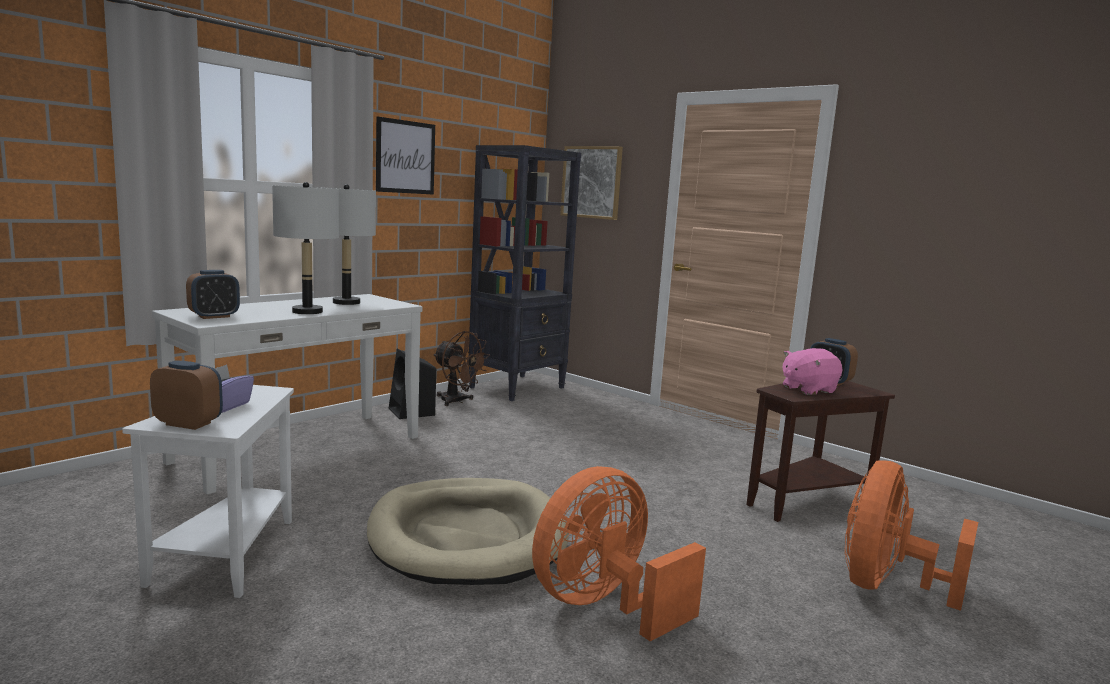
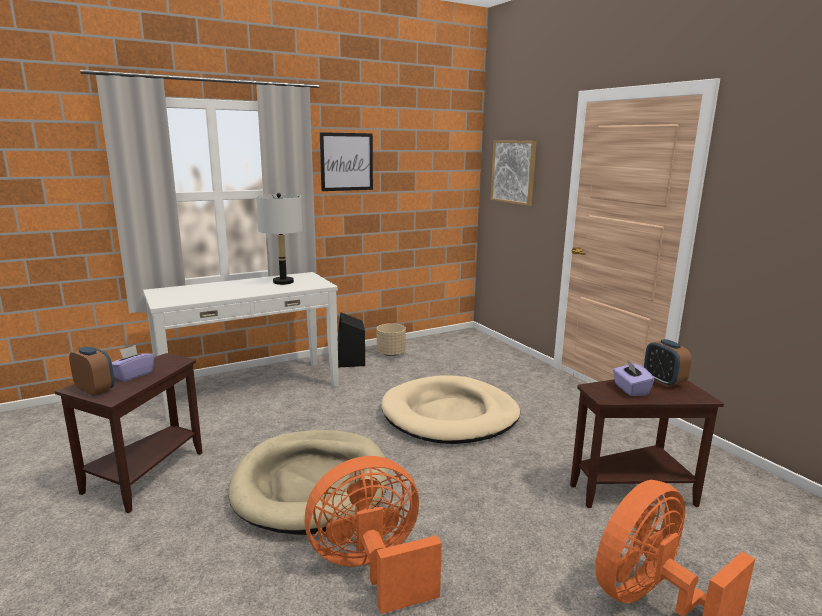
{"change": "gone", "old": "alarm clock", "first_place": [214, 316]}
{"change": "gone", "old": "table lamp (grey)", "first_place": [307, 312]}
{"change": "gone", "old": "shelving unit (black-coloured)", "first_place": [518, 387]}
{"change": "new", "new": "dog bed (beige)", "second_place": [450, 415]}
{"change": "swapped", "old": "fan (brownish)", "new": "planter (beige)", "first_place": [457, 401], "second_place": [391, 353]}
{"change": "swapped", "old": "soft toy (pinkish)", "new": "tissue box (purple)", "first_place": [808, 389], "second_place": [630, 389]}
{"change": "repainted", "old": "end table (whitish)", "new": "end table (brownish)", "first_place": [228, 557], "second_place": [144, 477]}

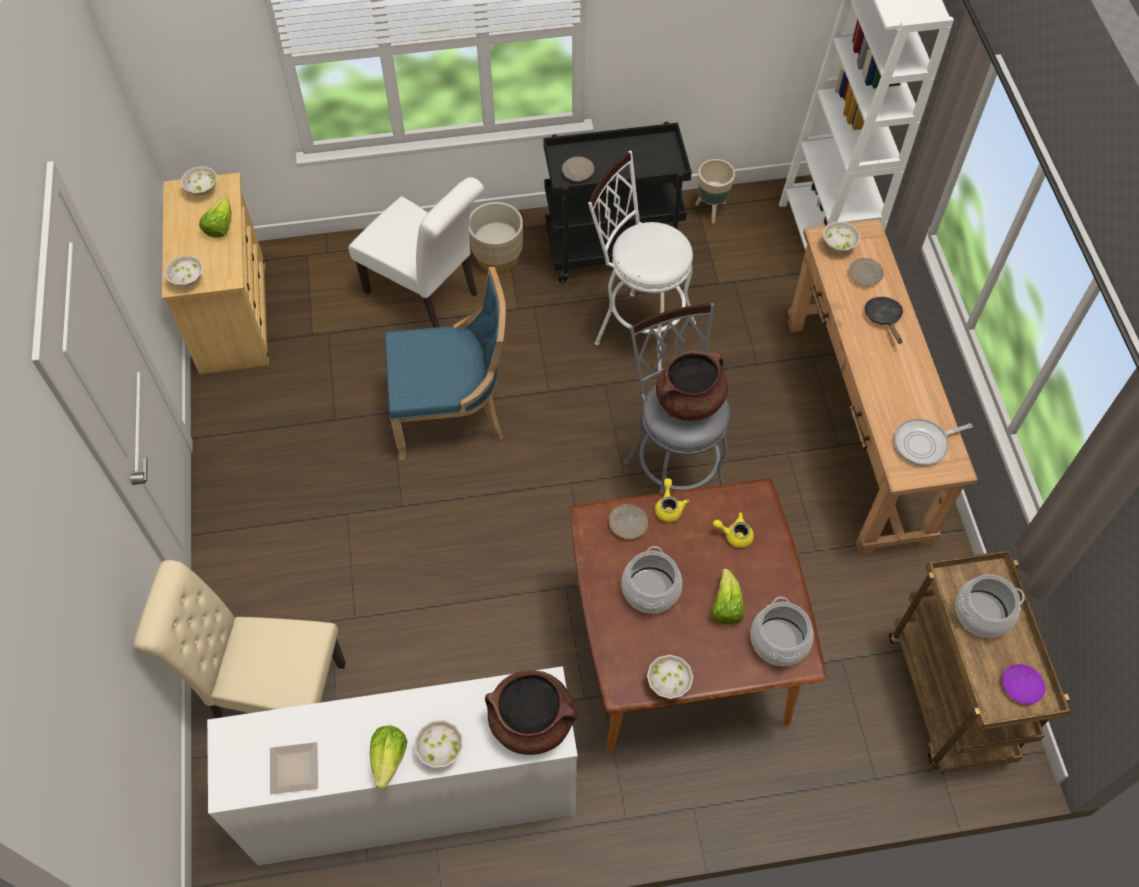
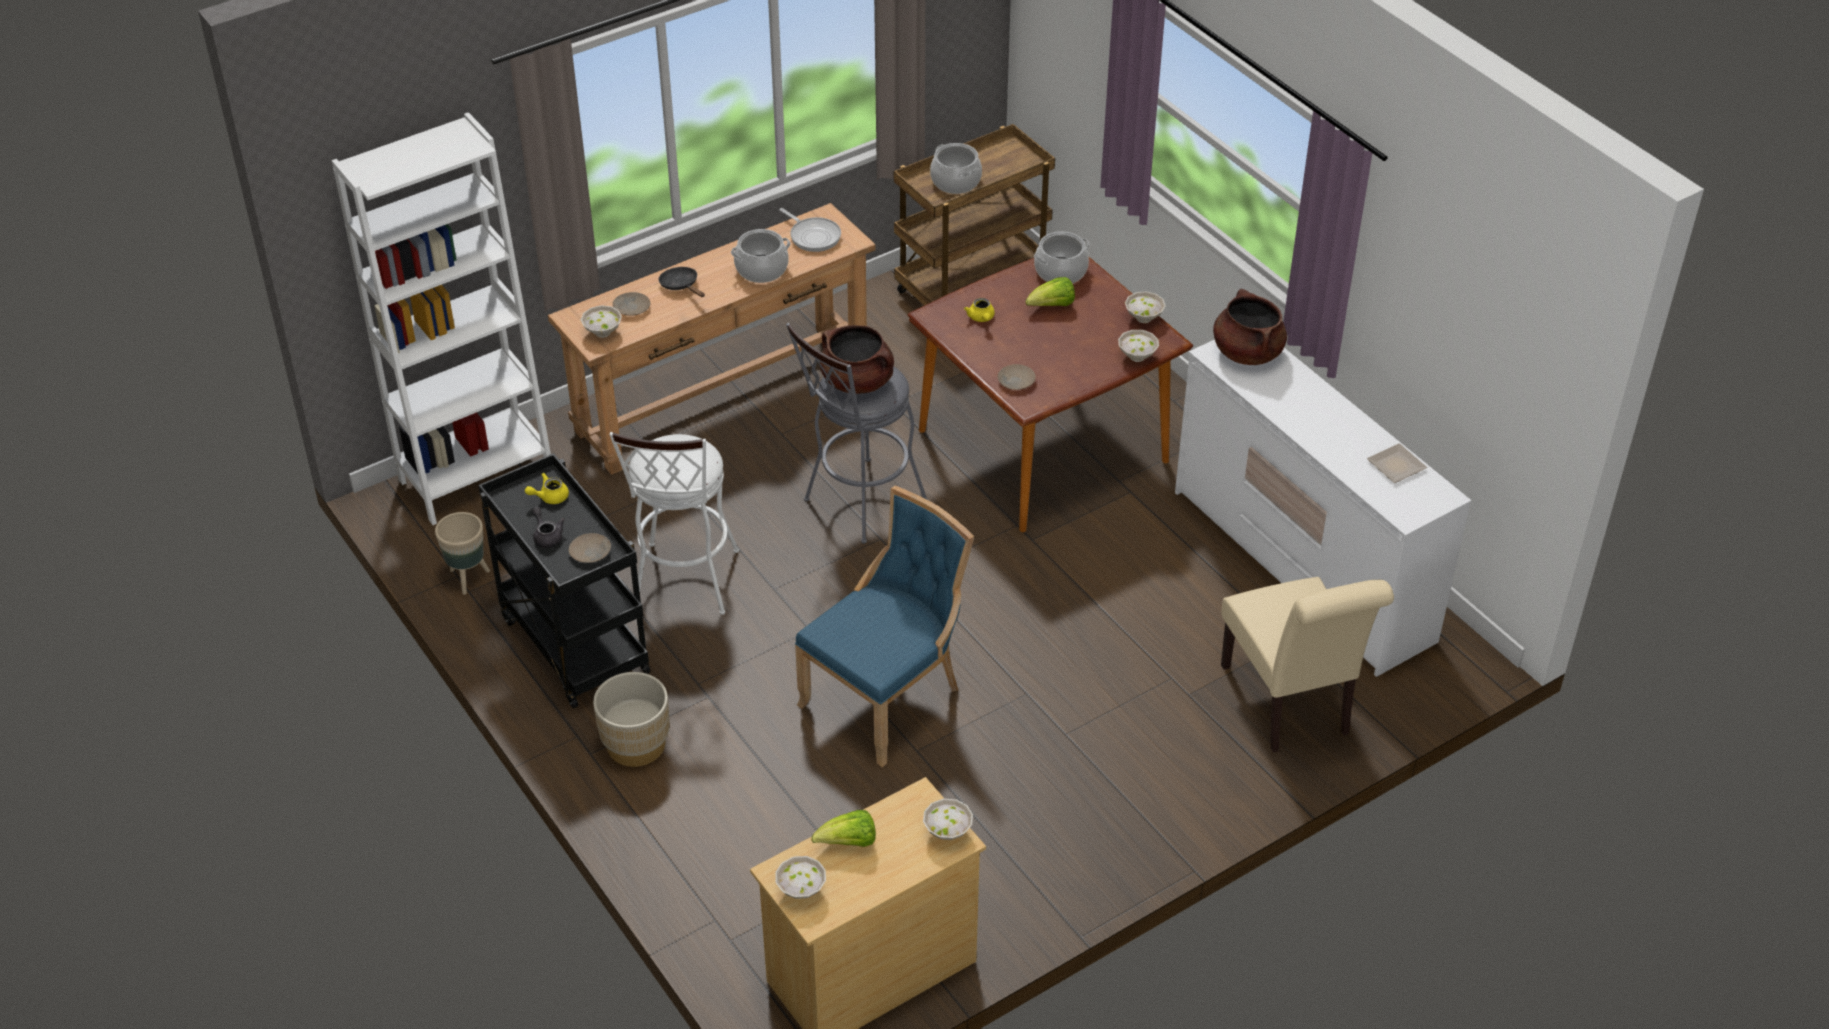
{"change": "gone", "old": "chair (whitish)", "first_place": [427, 295]}
{"change": "gone", "old": "lettuce", "first_place": [389, 759]}
{"change": "gone", "old": "dinner plate (purple)", "first_place": [1021, 685]}
{"change": "new", "new": "pot for tea (grey)", "second_place": [547, 536]}
{"change": "shifted", "old": "deep dish (whitish)", "first_place": [439, 750], "second_place": [1137, 357]}
{"change": "shifted", "old": "stockpot", "first_place": [650, 589], "second_place": [761, 269]}
{"change": "shifted", "old": "pot for tea (yellow-coloured)", "first_place": [668, 507], "second_place": [549, 497]}
{"change": "rotated", "old": "chair (blue)", "first_place": [453, 414], "second_place": [887, 697], "degrees": 75}
{"change": "rotated", "old": "frying pan (black-coloured)", "first_place": [883, 318], "second_place": [681, 286], "degrees": 90}

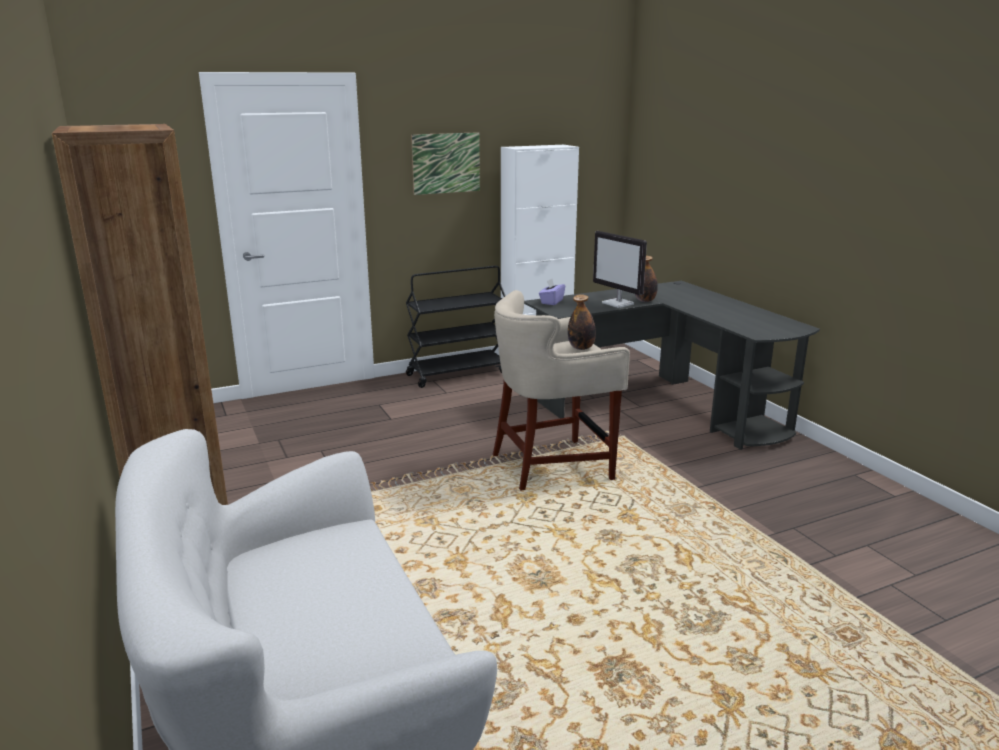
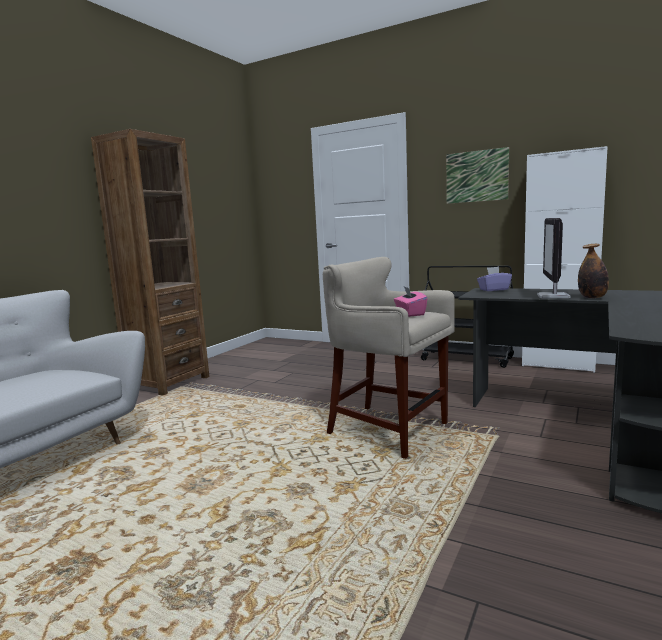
{"change": "swapped", "old": "beverage bottle", "new": "tissue box (pinkish)", "first_place": [581, 348], "second_place": [410, 314]}

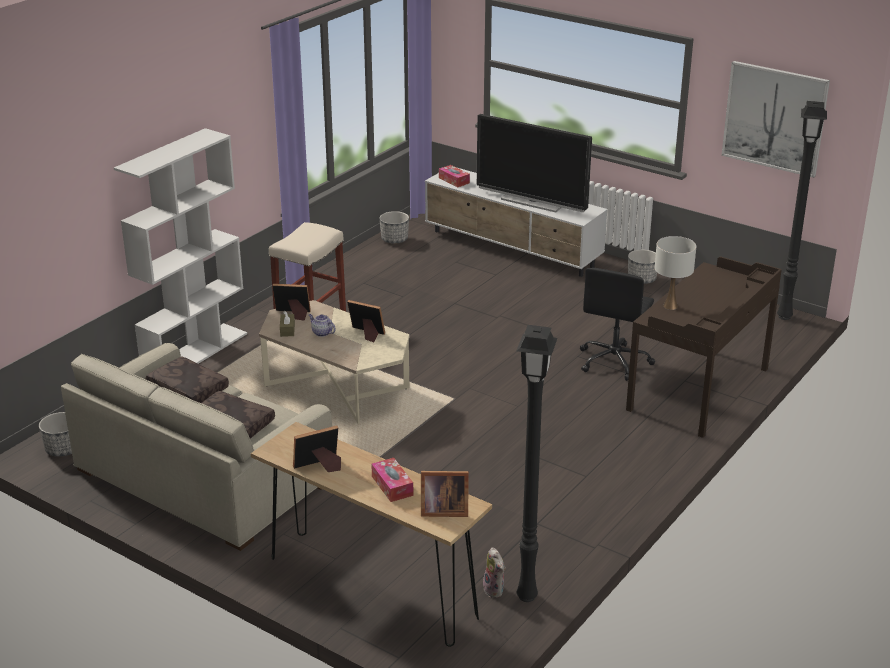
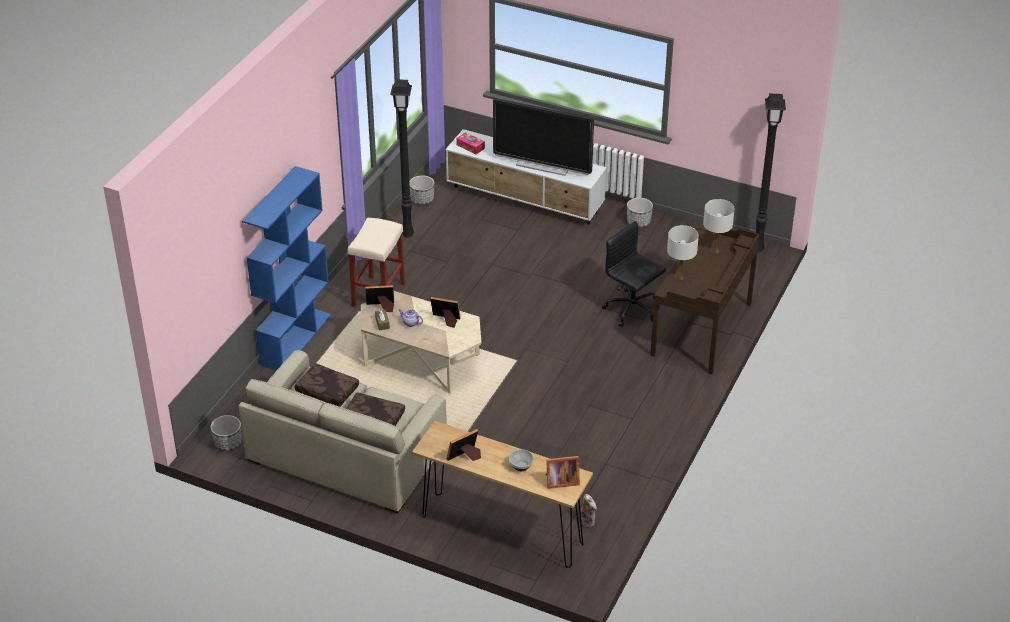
{"change": "gone", "old": "wall picture", "first_place": [774, 118]}
{"change": "new", "new": "table lamp (whitish)", "second_place": [715, 249]}
{"change": "shifted", "old": "floor lamp (black-coloured)", "first_place": [525, 597], "second_place": [407, 235]}
{"change": "swapped", "old": "tissue box", "new": "deep dish", "first_place": [392, 486], "second_place": [520, 466]}
{"change": "repainted", "old": "shelving unit (whitish)", "new": "shelving unit (blue)", "first_place": [195, 352], "second_place": [295, 339]}
{"change": "rotated", "old": "computer chair (black-coloured)", "first_place": [614, 361], "second_place": [633, 309], "degrees": 120}

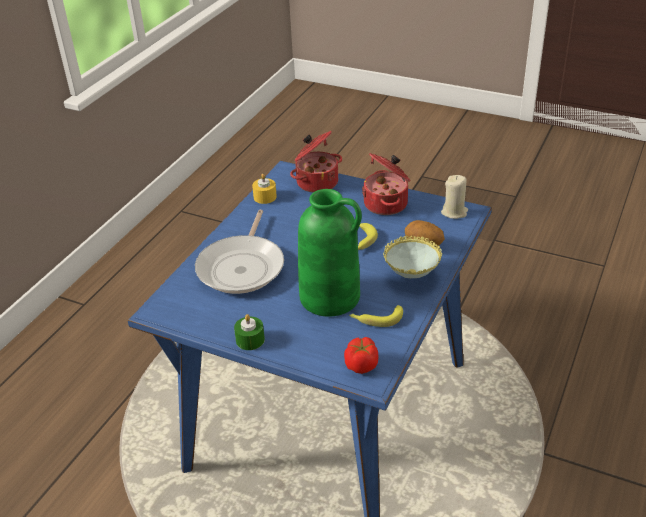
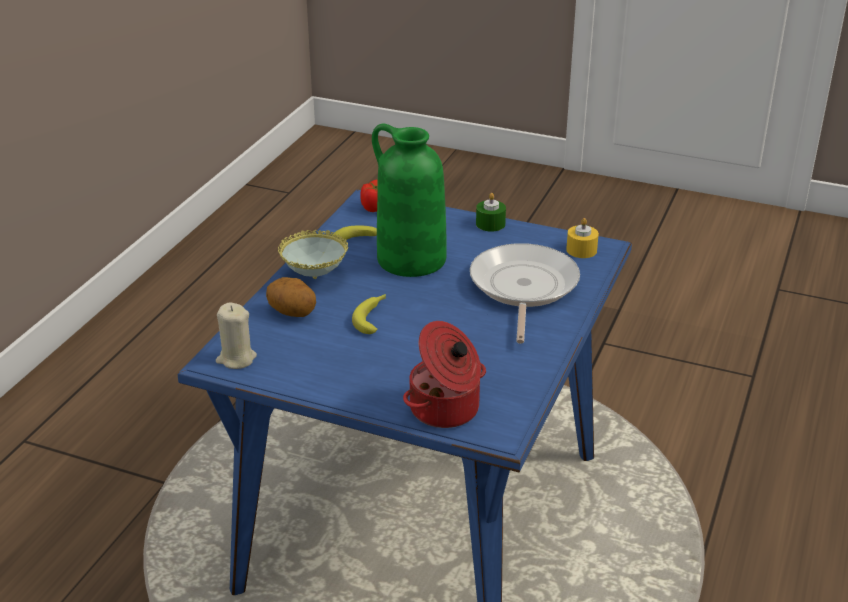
{"change": "gone", "old": "stockpot", "first_place": [387, 204]}
{"change": "shifted", "old": "wax candle (yellow-coloured)", "first_place": [265, 197], "second_place": [581, 250]}

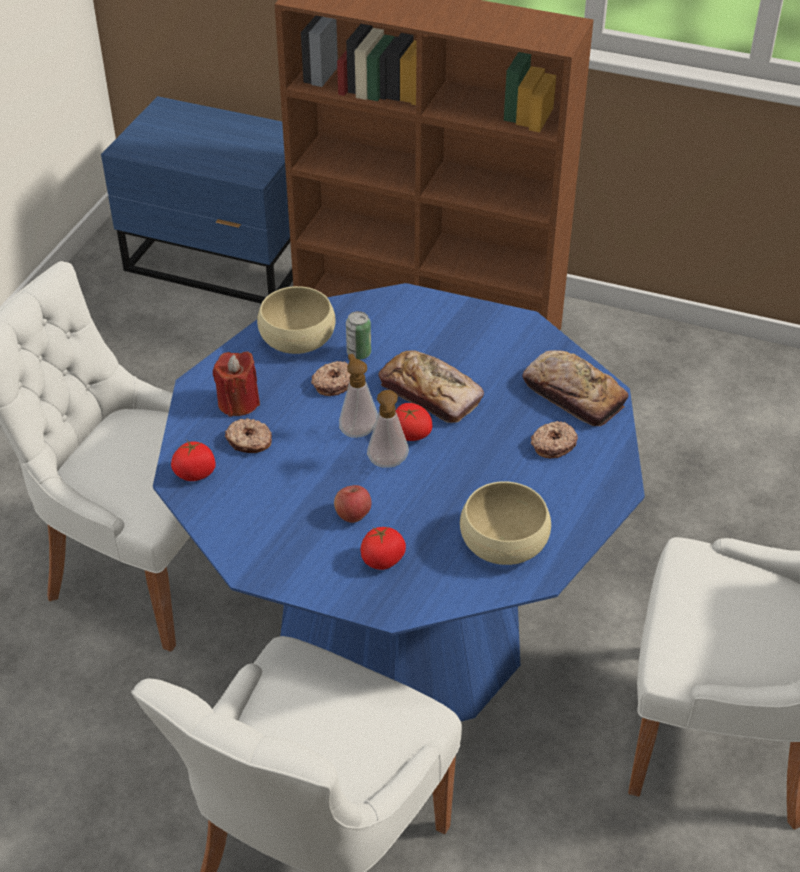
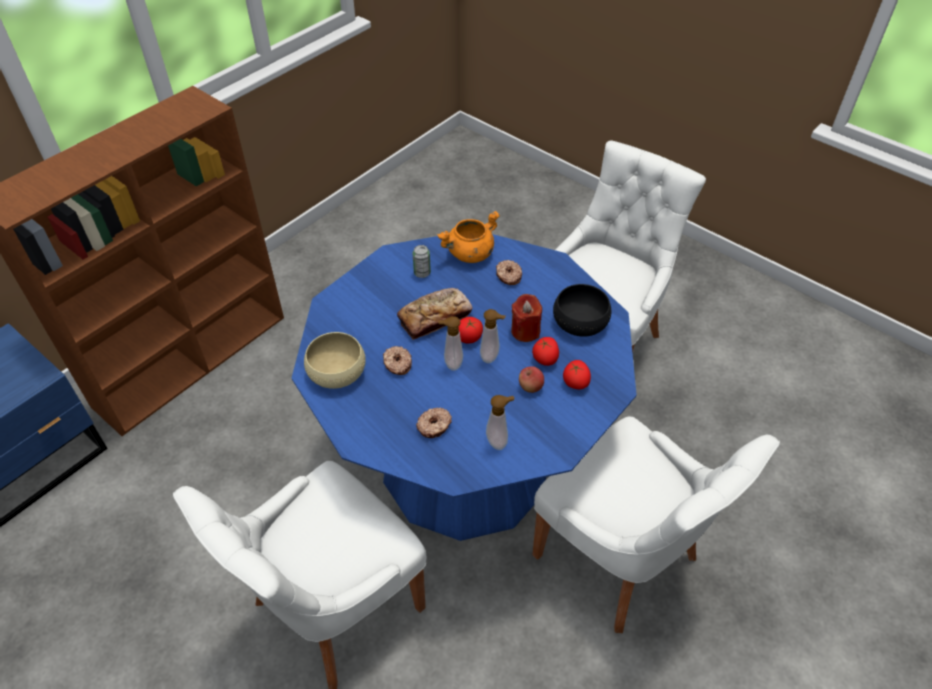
{"change": "new", "new": "soap dispenser", "second_place": [498, 441]}
{"change": "shifted", "old": "fresh tomato", "first_place": [195, 473], "second_place": [545, 359]}
{"change": "shifted", "old": "wax candle (red)", "first_place": [238, 402], "second_place": [525, 331]}
{"change": "shifted", "old": "sealed can", "first_place": [359, 353], "second_place": [422, 273]}
{"change": "swapped", "old": "baked bread", "new": "stockpot (orange-coloured)", "first_place": [573, 395], "second_place": [470, 254]}
{"change": "repainted", "old": "deep dish (beige)", "new": "deep dish (black-coloured)", "first_place": [504, 542], "second_place": [580, 322]}

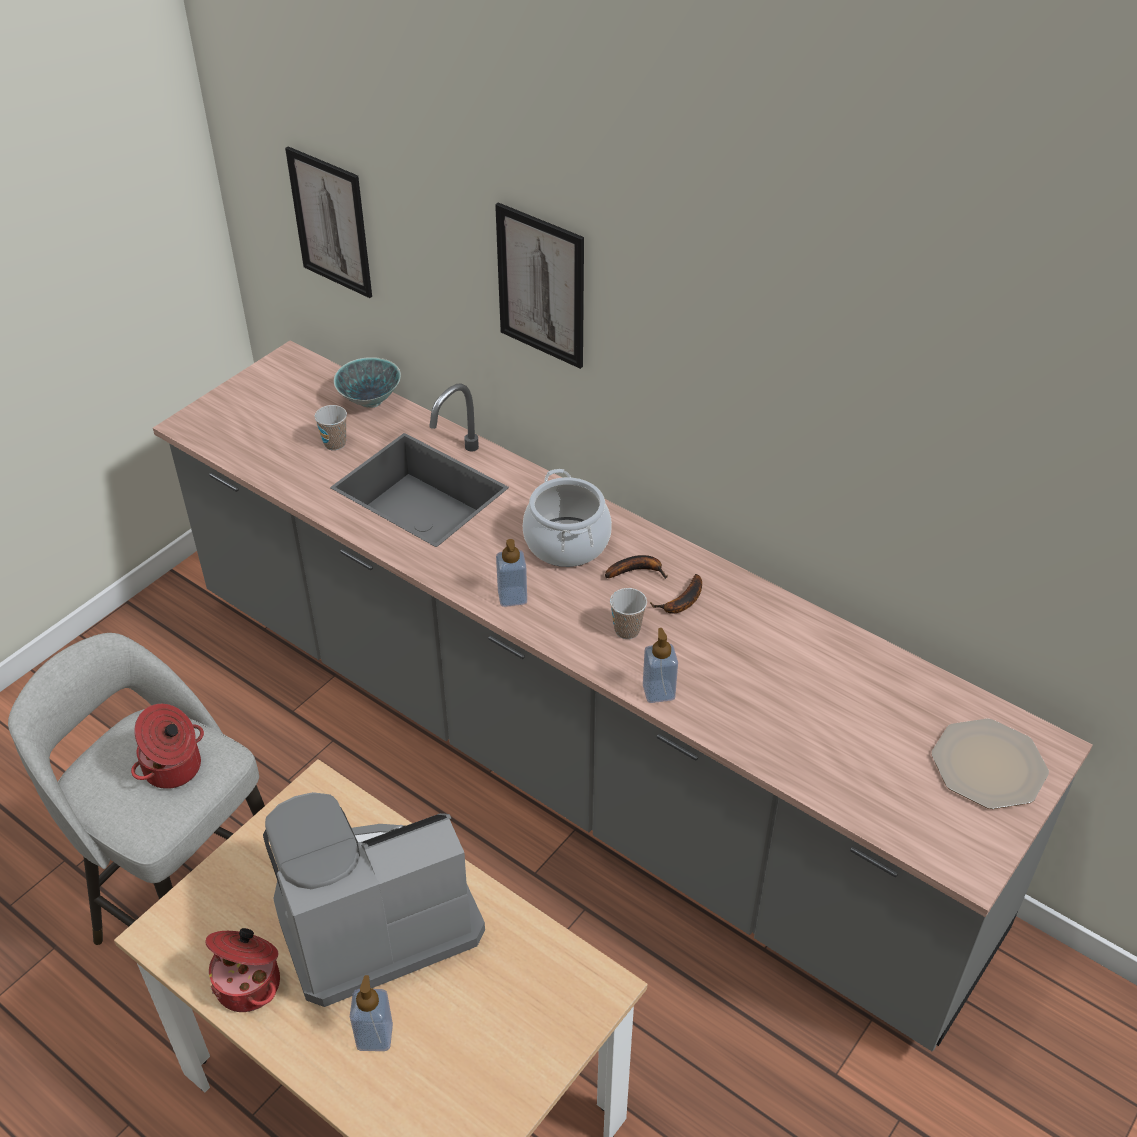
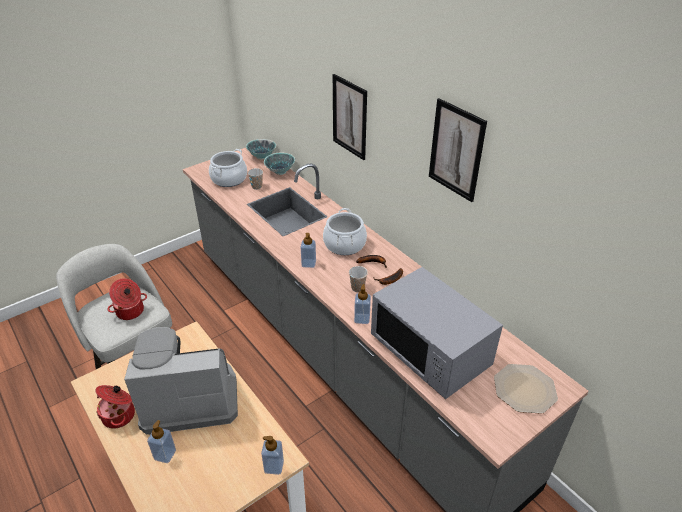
{"change": "new", "new": "stockpot", "second_place": [229, 179]}
{"change": "new", "new": "deep dish", "second_place": [262, 157]}
{"change": "new", "new": "soap dispenser", "second_place": [274, 466]}
{"change": "new", "new": "kitchen microwave (grey)", "second_place": [430, 352]}
{"change": "shifted", "old": "wall picture", "first_place": [331, 222], "second_place": [456, 150]}

